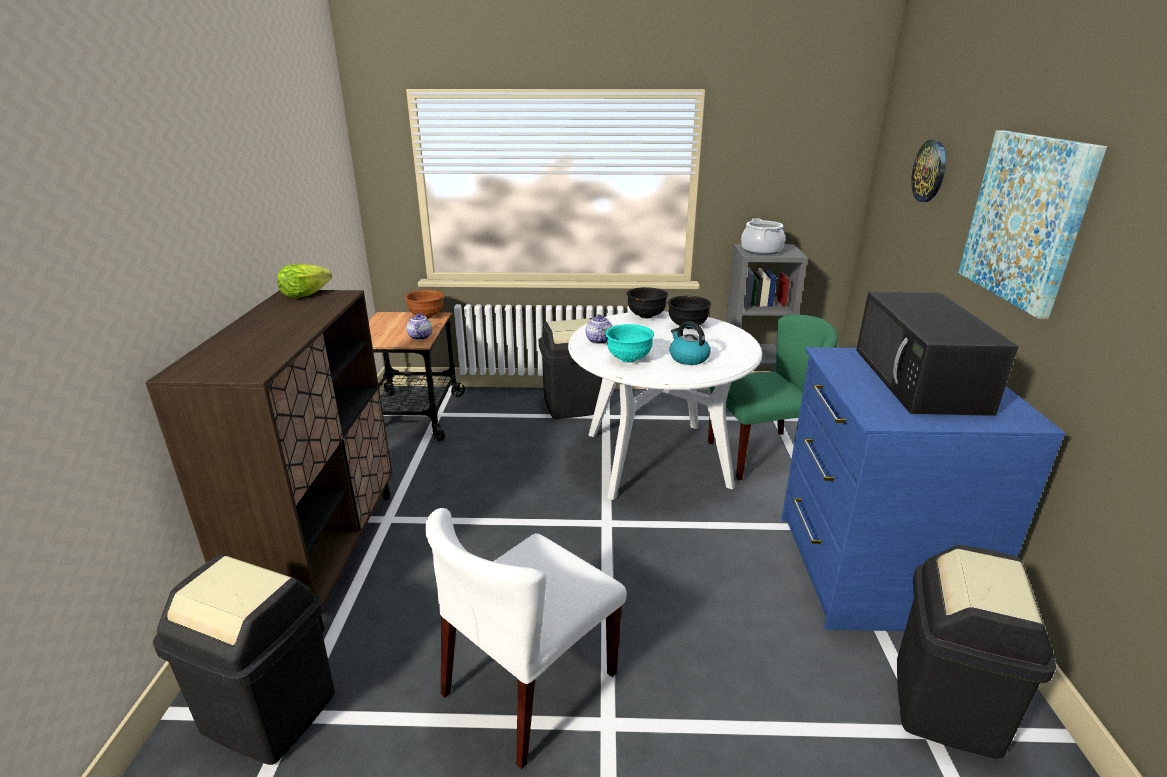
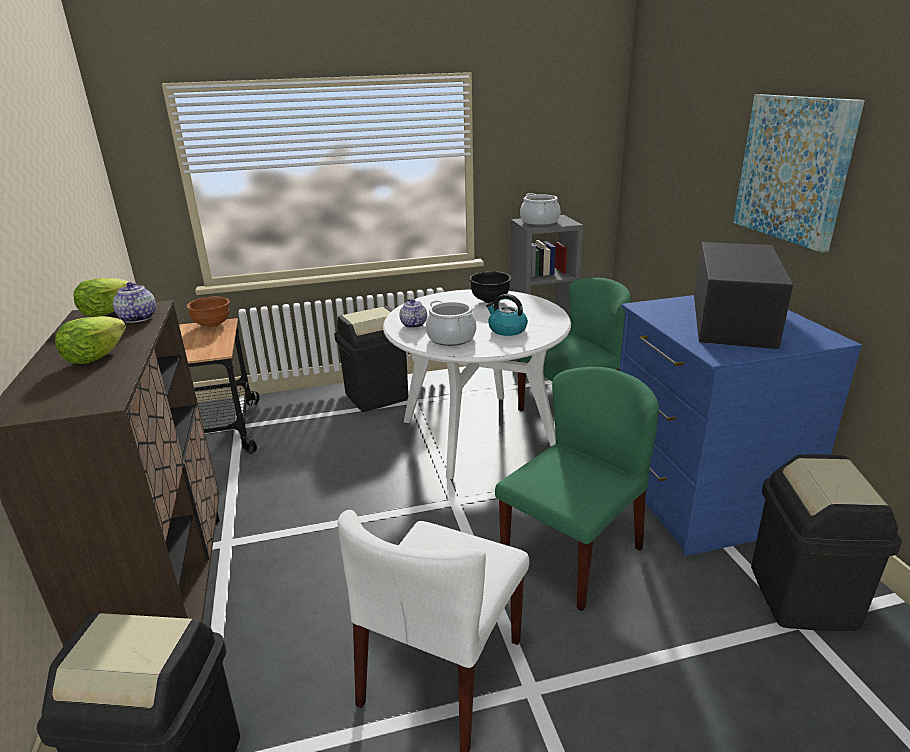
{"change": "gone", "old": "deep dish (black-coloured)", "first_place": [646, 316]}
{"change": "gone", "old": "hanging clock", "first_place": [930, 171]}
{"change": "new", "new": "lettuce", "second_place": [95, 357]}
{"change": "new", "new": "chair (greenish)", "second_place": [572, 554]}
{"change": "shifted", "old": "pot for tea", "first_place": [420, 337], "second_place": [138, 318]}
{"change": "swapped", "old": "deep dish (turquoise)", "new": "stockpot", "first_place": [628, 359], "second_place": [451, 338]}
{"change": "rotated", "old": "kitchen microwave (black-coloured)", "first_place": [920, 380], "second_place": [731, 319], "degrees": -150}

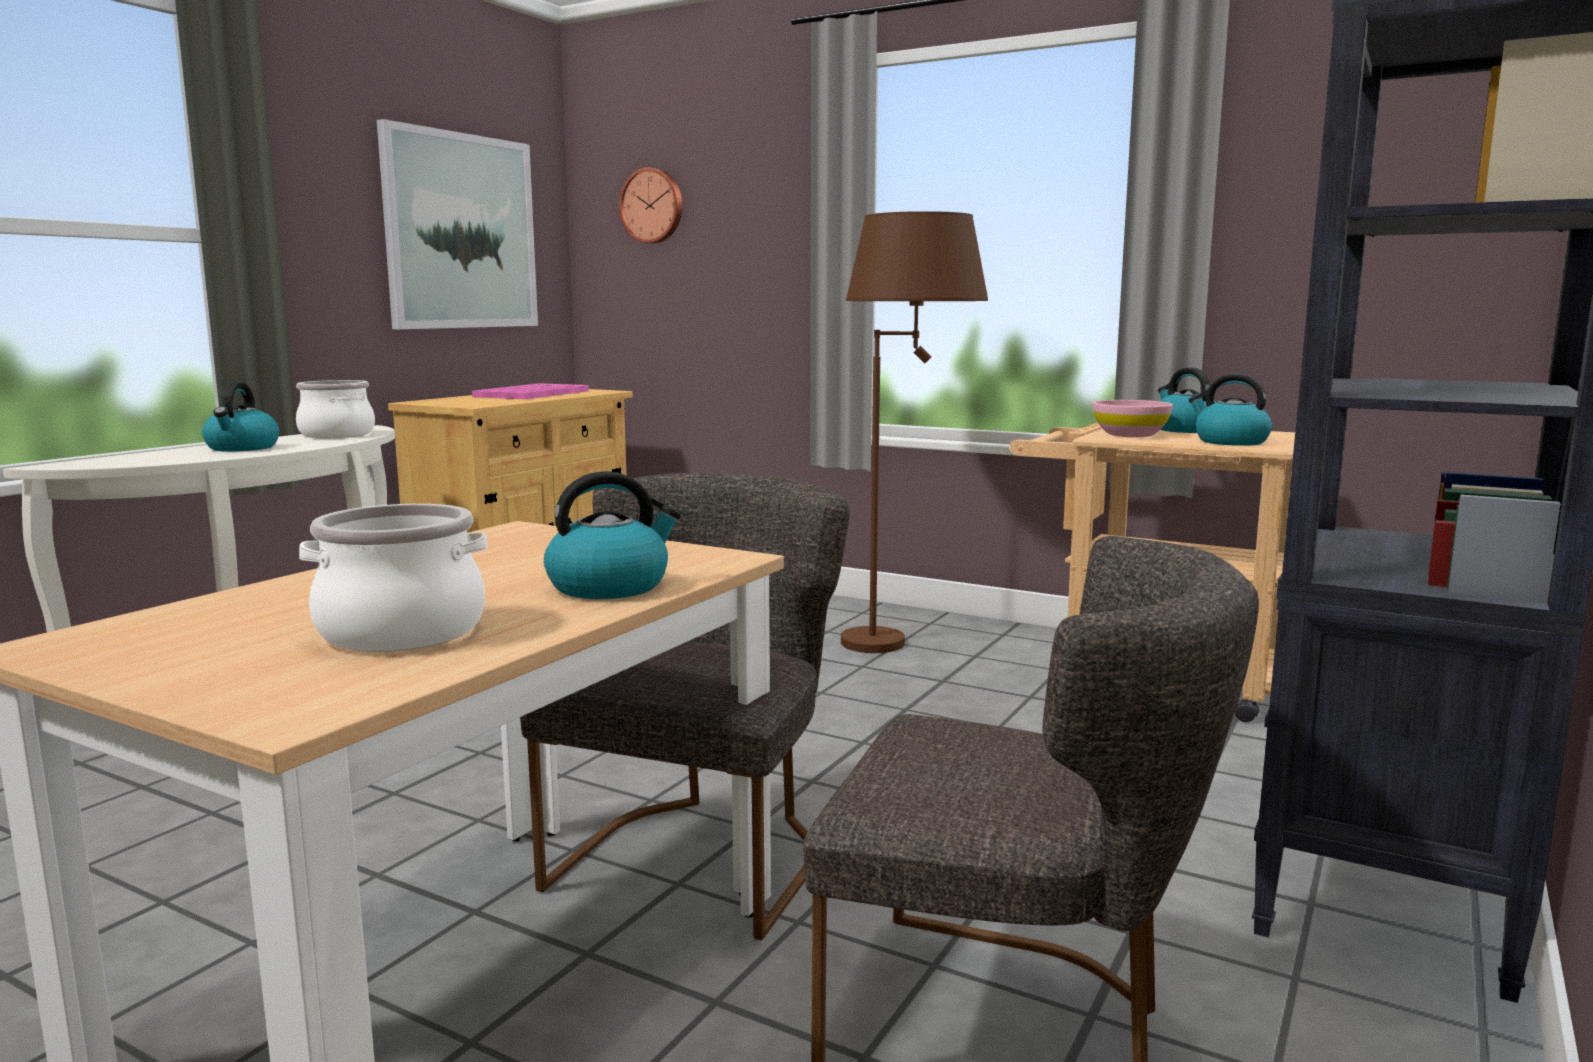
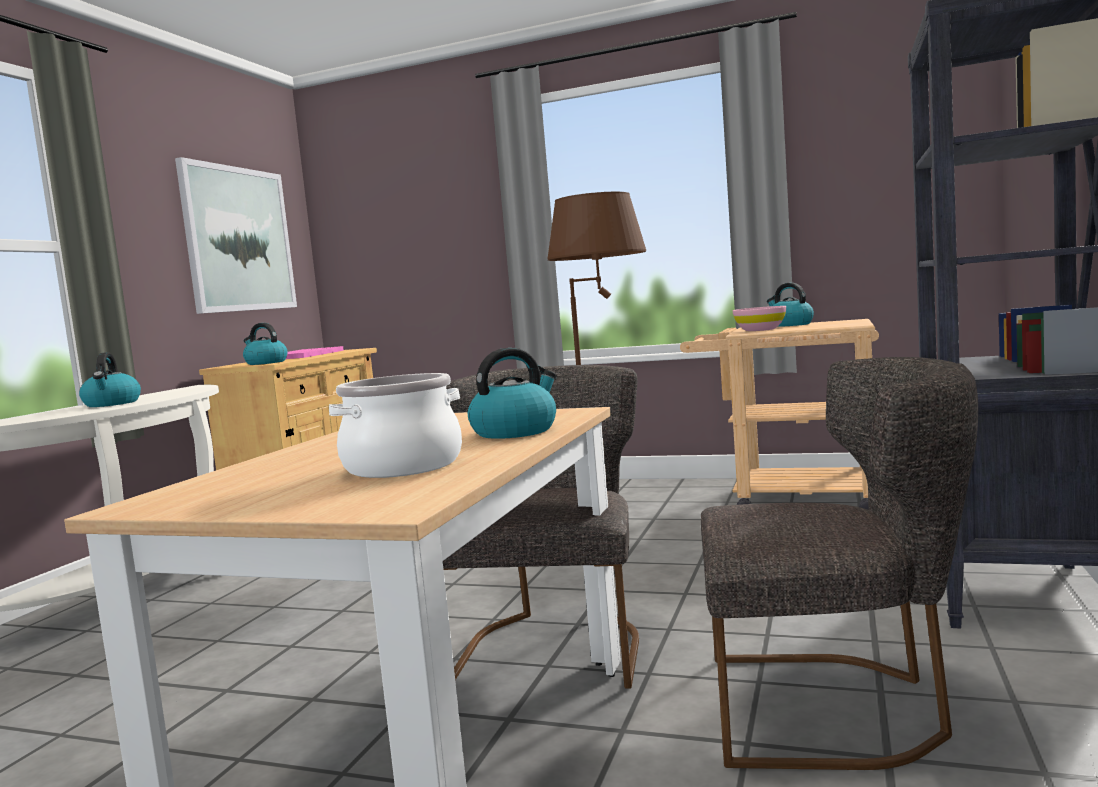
{"change": "gone", "old": "stockpot", "first_place": [338, 434]}
{"change": "gone", "old": "hanging clock", "first_place": [653, 206]}
{"change": "shifted", "old": "tea kettle", "first_place": [1229, 442], "second_place": [265, 363]}

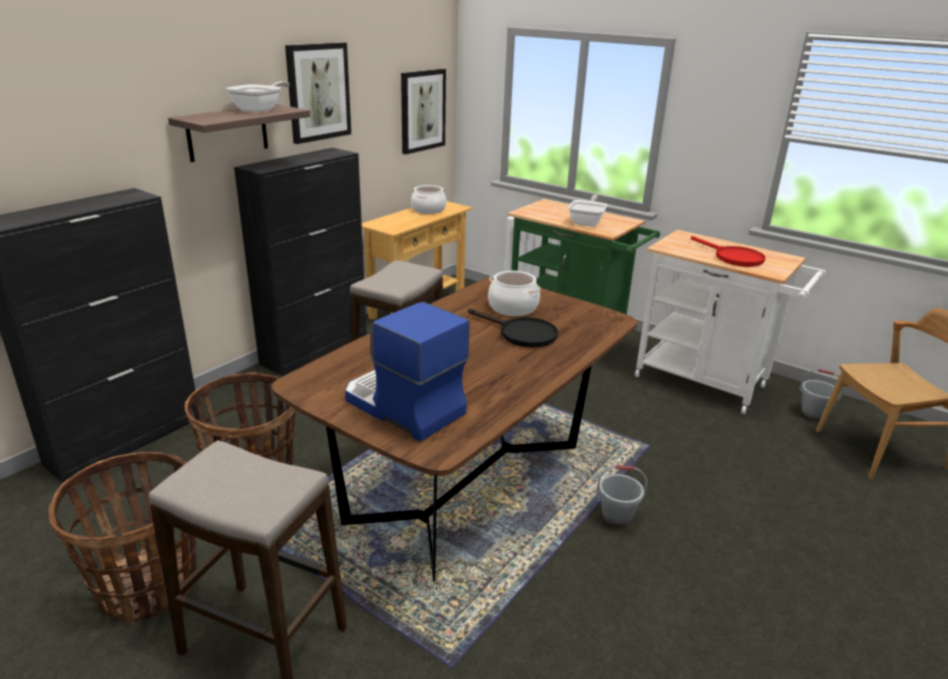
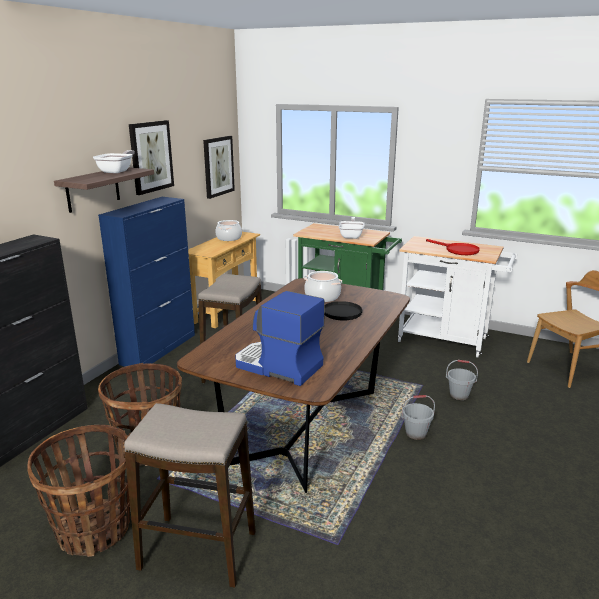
{"change": "shifted", "old": "bucket (grey)", "first_place": [813, 413], "second_place": [459, 395]}
{"change": "repainted", "old": "cabinet (black-coloured)", "new": "cabinet (blue)", "first_place": [315, 349], "second_place": [159, 349]}

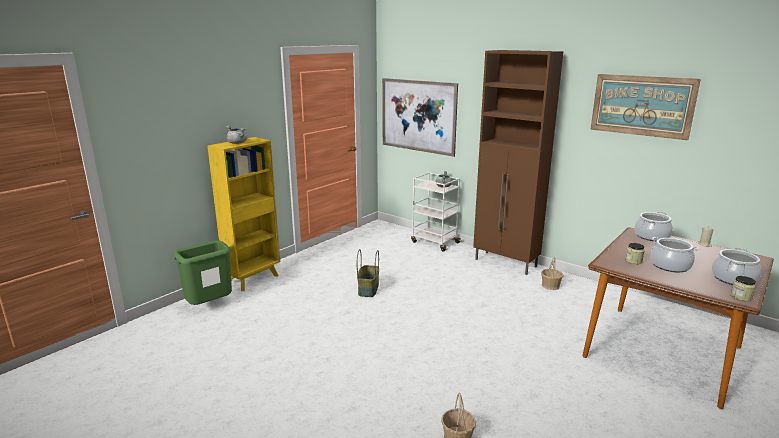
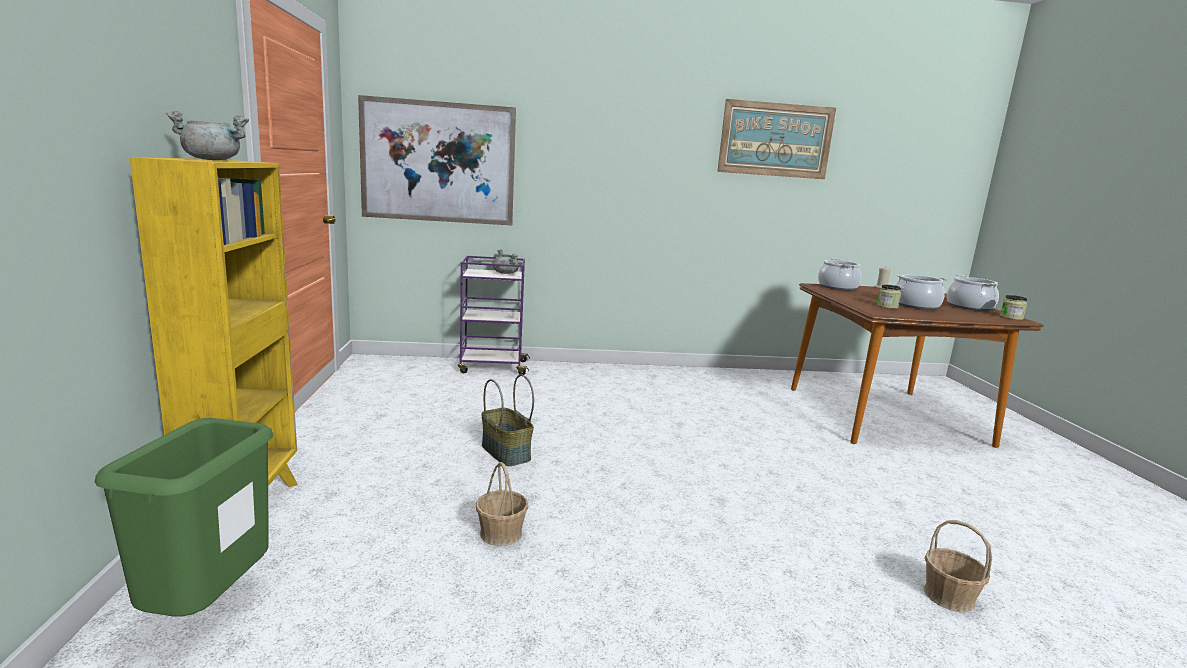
{"change": "gone", "old": "cabinet (brownish)", "first_place": [506, 263]}
{"change": "shifted", "old": "storage basket", "first_place": [550, 286], "second_place": [501, 533]}
{"change": "repainted", "old": "trolley (whitish)", "new": "trolley (purple)", "first_place": [434, 242], "second_place": [492, 367]}

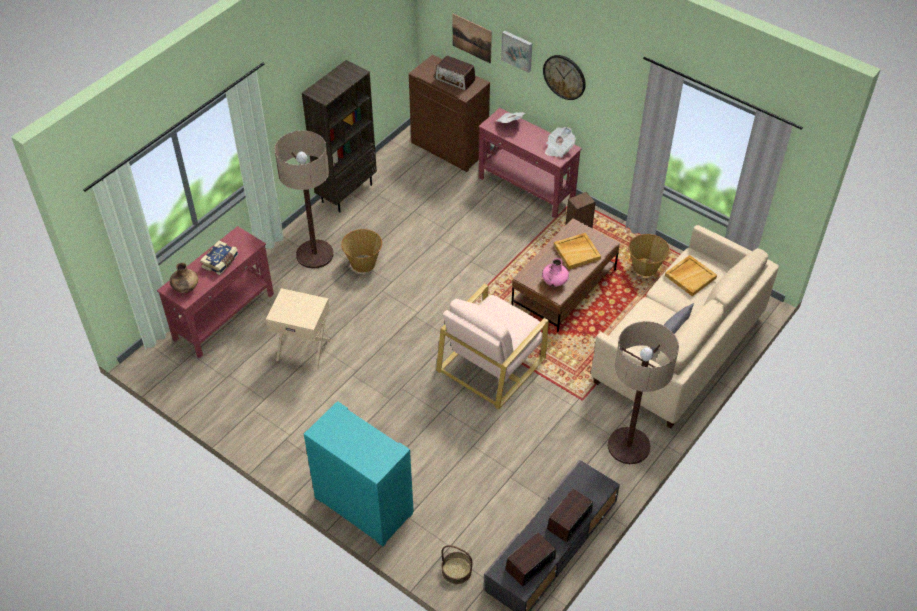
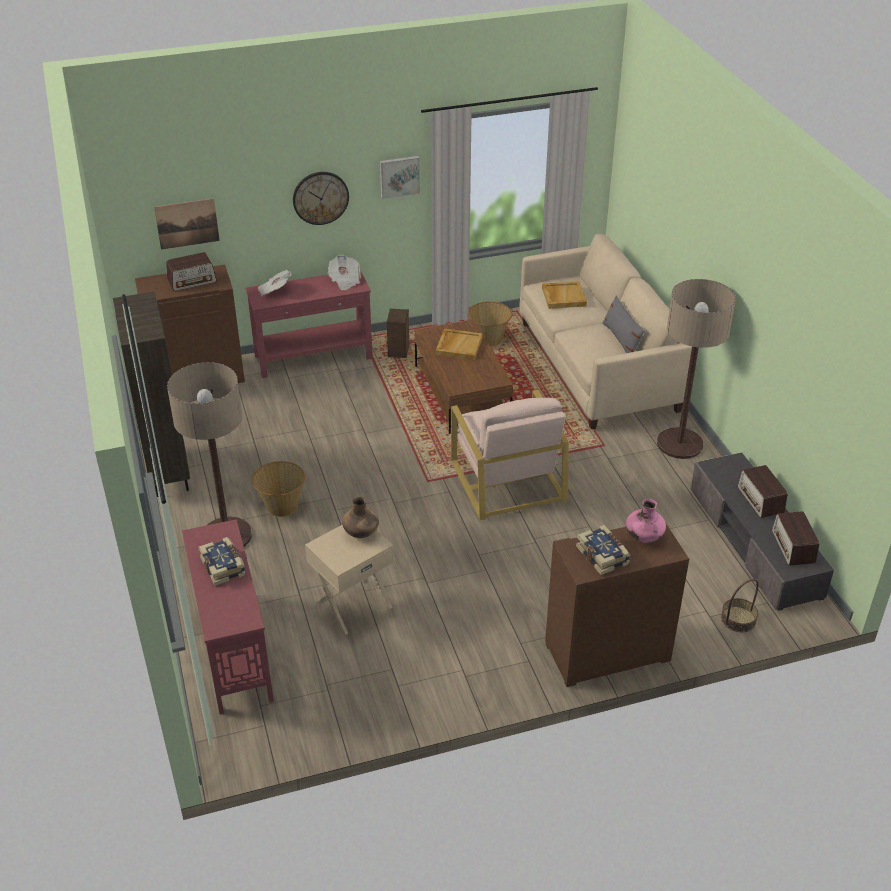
{"change": "new", "new": "volume", "second_place": [603, 555]}
{"change": "shifted", "old": "flower vase (brownish)", "first_place": [185, 288], "second_place": [361, 533]}
{"change": "shifted", "old": "wall picture", "first_place": [517, 50], "second_place": [399, 176]}
{"change": "shifted", "old": "flower vase (pinkish)", "first_place": [554, 282], "second_place": [643, 537]}
{"change": "repainted", "old": "cabinet (turquoise)", "new": "cabinet (brownish)", "first_place": [362, 506], "second_place": [607, 653]}

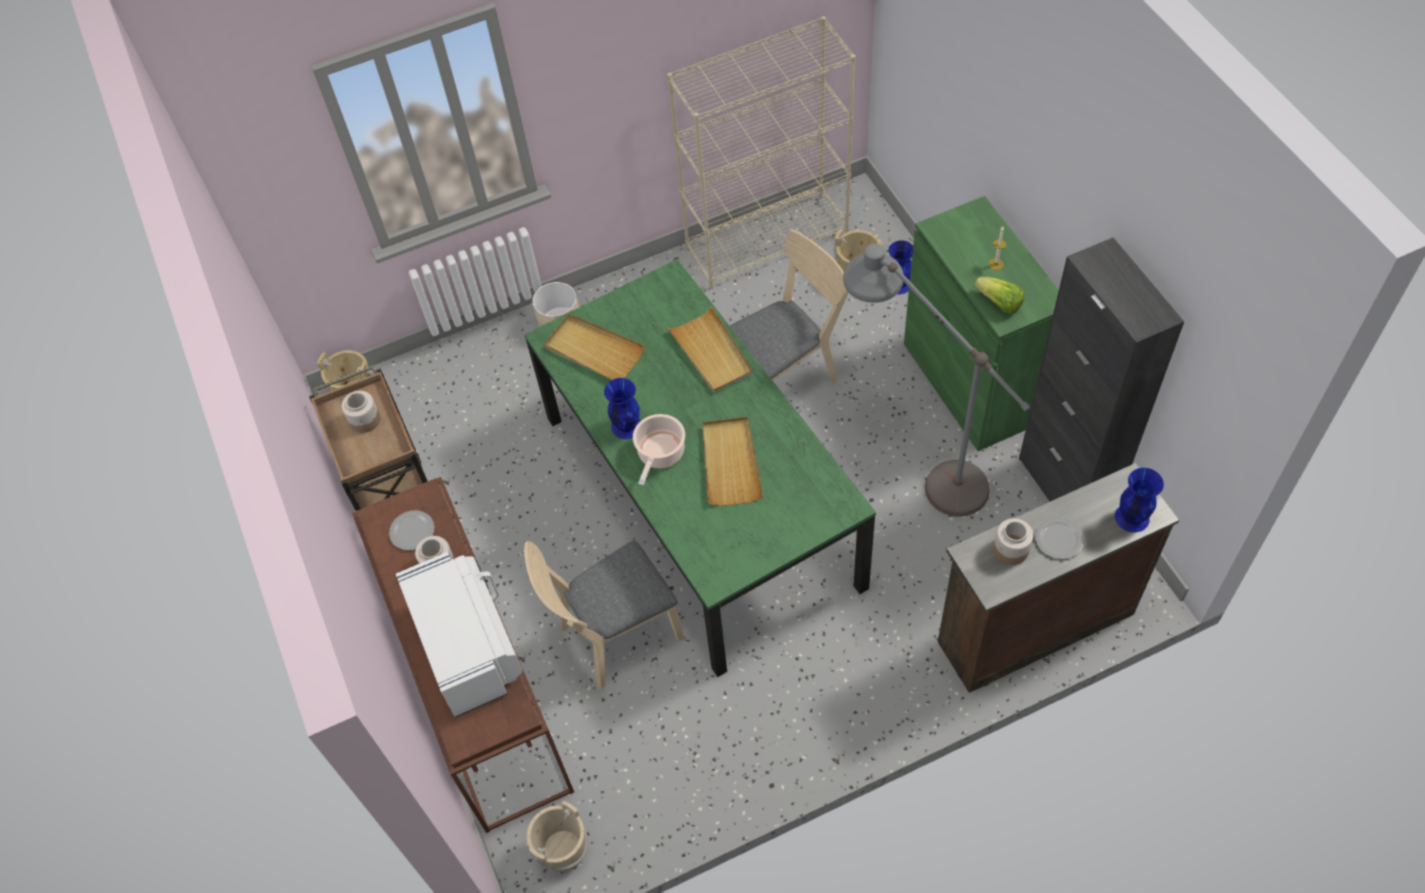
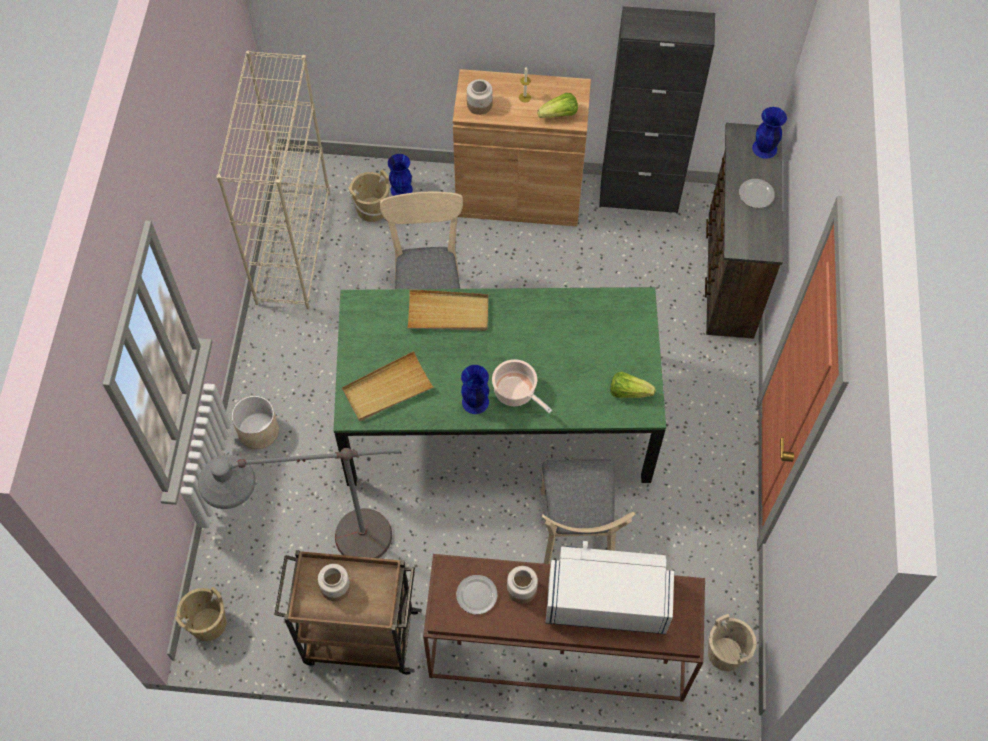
{"change": "gone", "old": "carrying tray (beige)", "first_place": [730, 463]}
{"change": "new", "new": "lettuce", "second_place": [628, 391]}
{"change": "shifted", "old": "floor lamp (grey)", "first_place": [918, 466], "second_place": [324, 550]}
{"change": "shifted", "old": "jar", "first_place": [1011, 550], "second_place": [480, 105]}
{"change": "repainted", "old": "cabinet (greenish)", "new": "cabinet (brownish)", "first_place": [971, 382], "second_place": [519, 197]}

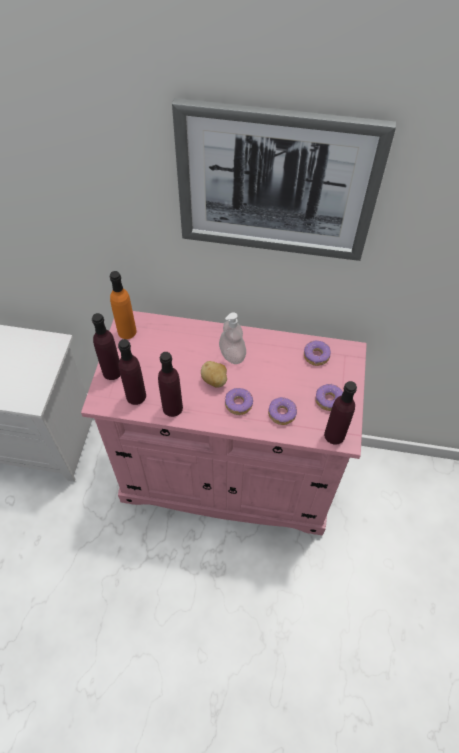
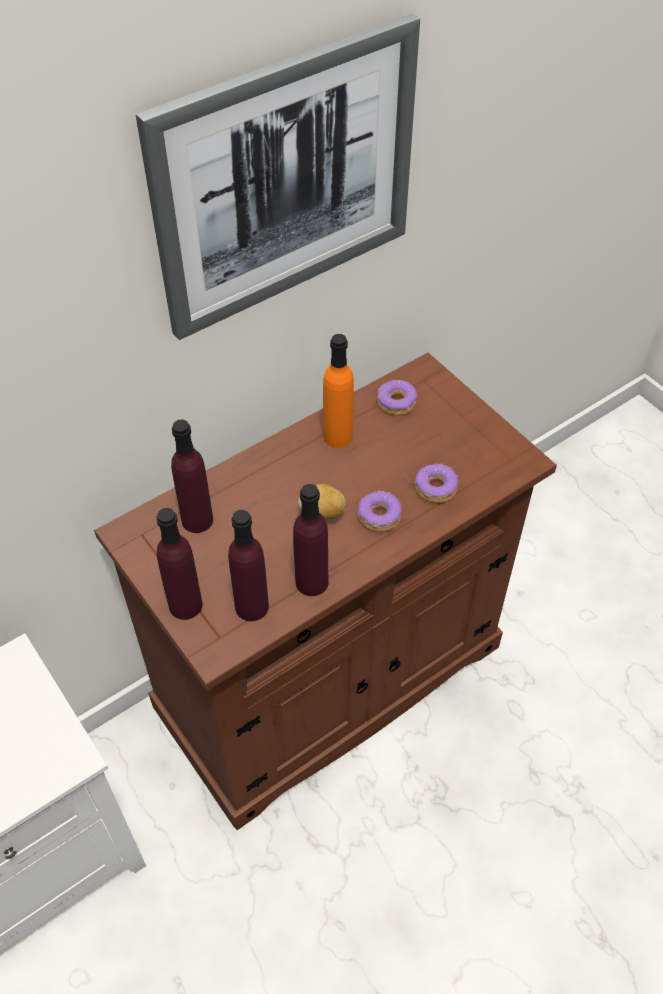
{"change": "gone", "old": "soap dispenser", "first_place": [232, 354]}
{"change": "gone", "old": "doughnut", "first_place": [328, 400]}
{"change": "shifted", "old": "beverage bottle (orange-coloured)", "first_place": [127, 331], "second_place": [338, 436]}
{"change": "shifted", "old": "beverage bottle (purple)", "first_place": [334, 435], "second_place": [197, 520]}
{"change": "repainted", "old": "cabinet (pinkish)", "new": "cabinet (brownish)", "first_place": [228, 475], "second_place": [330, 677]}

